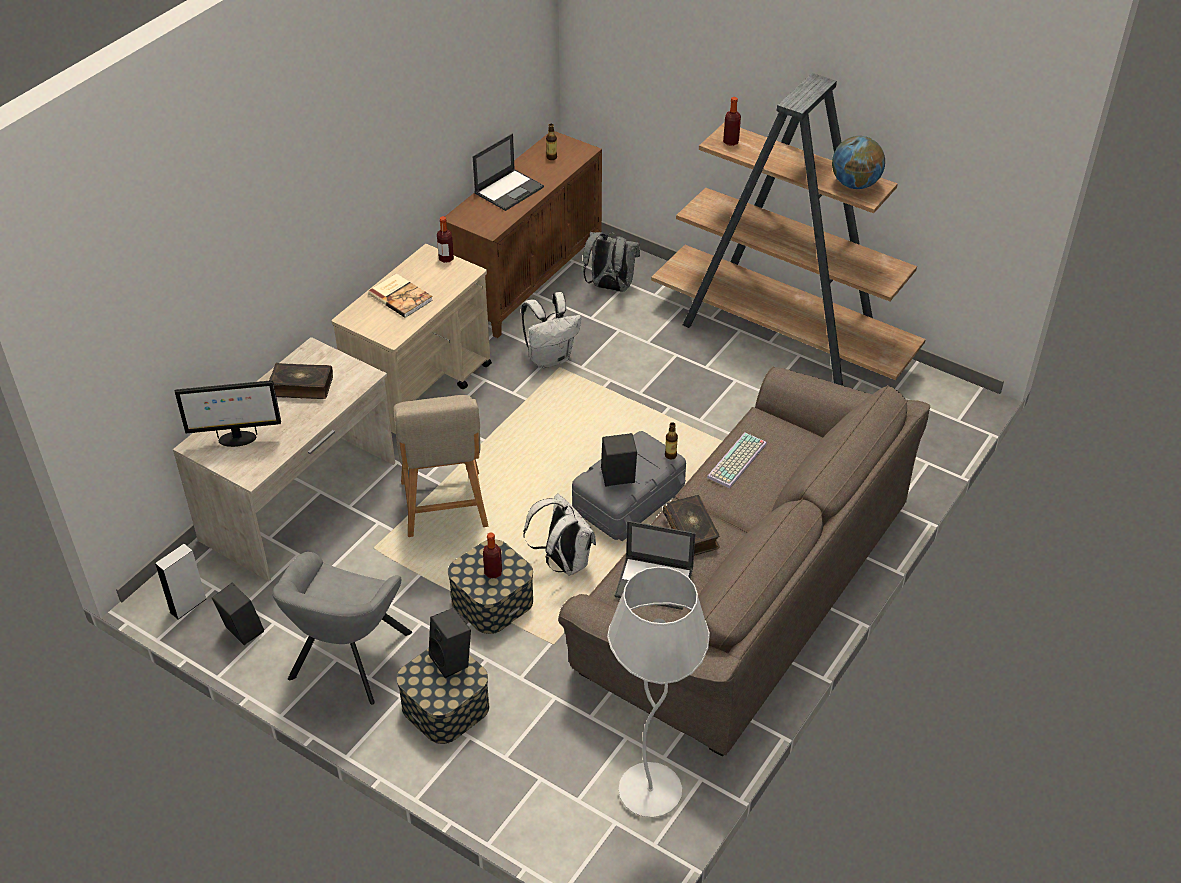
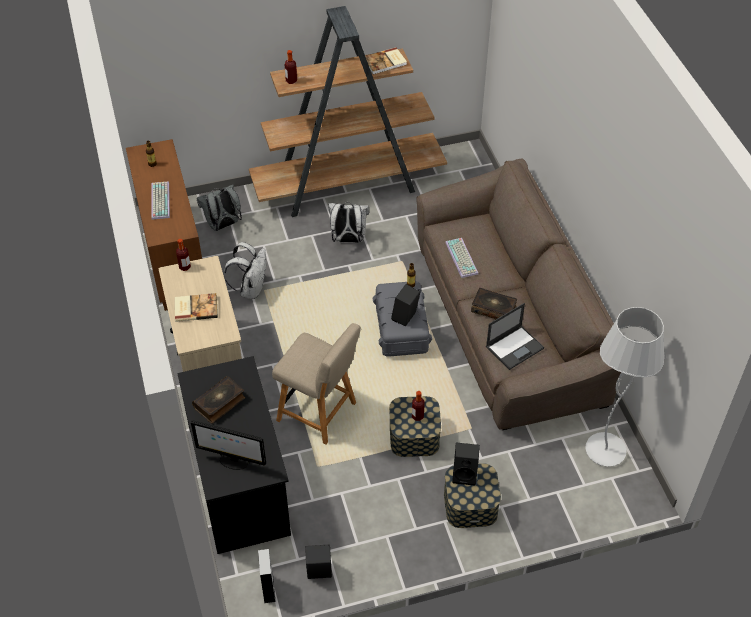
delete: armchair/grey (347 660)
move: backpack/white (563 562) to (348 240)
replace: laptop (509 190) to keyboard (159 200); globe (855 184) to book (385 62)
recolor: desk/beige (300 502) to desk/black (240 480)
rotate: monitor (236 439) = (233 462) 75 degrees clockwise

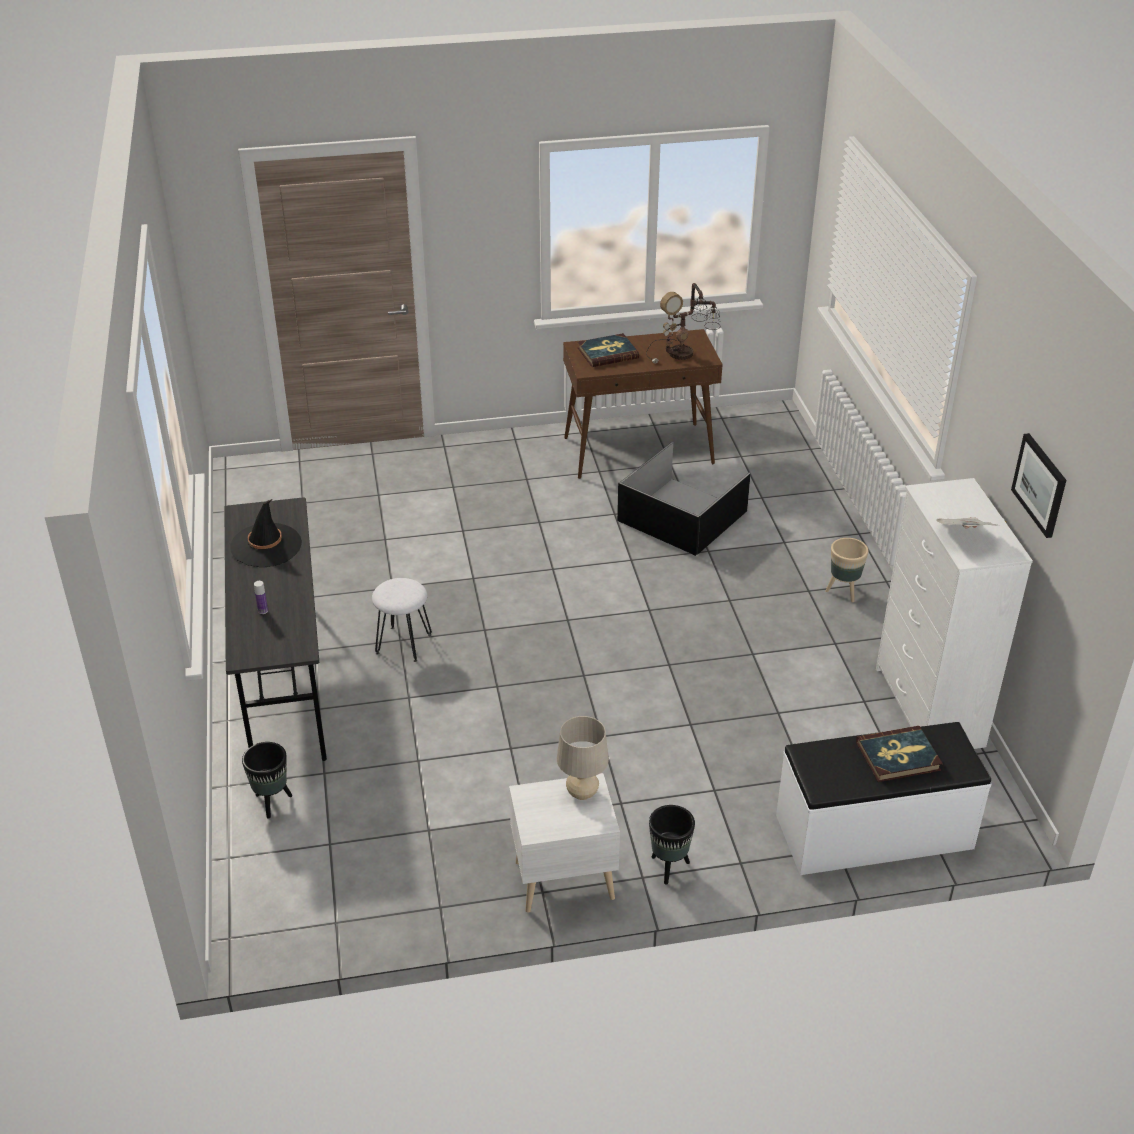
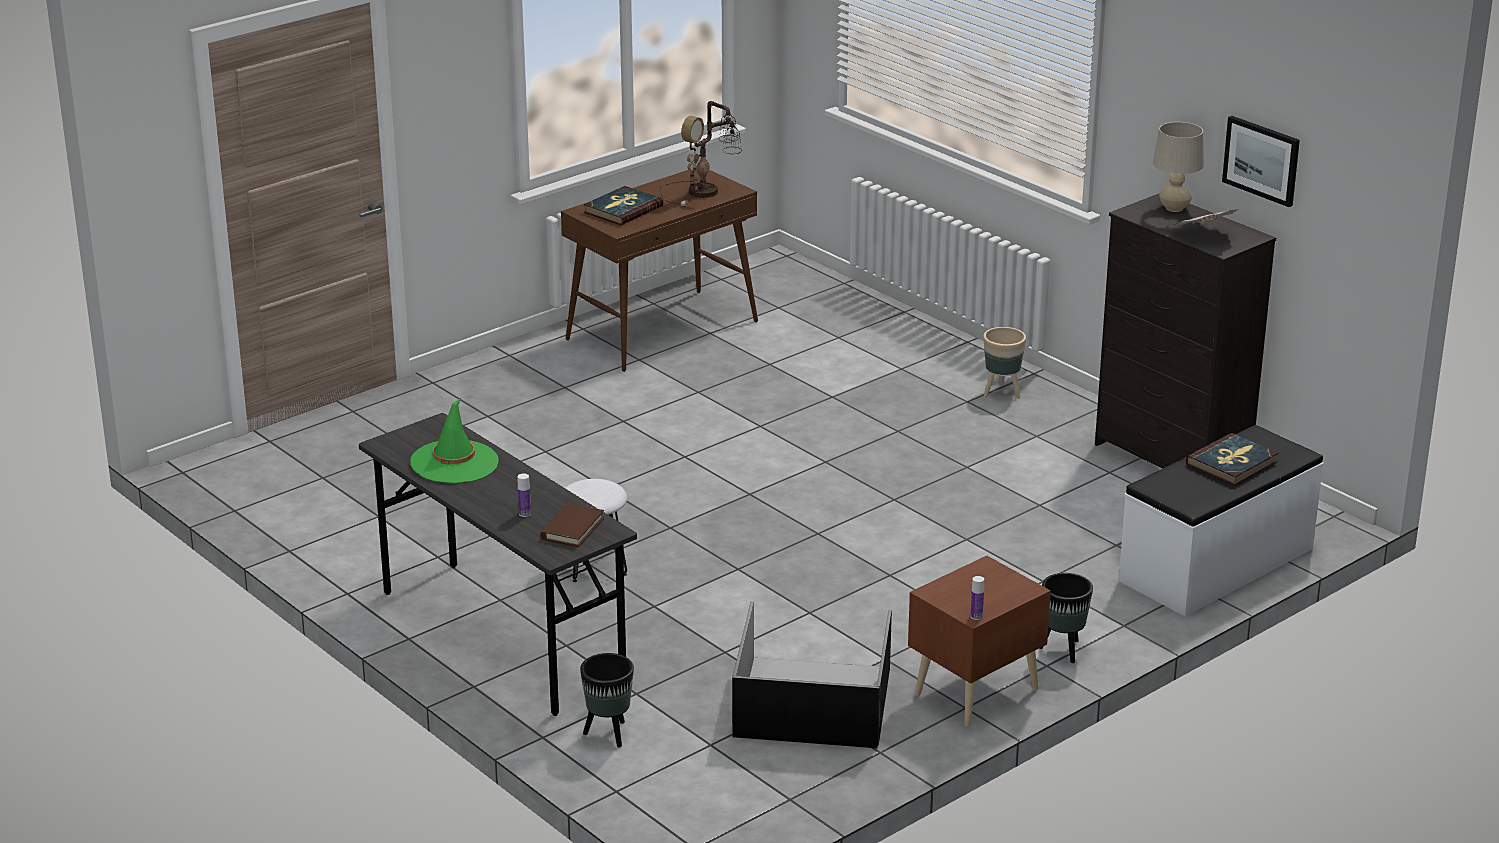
insert: book/brown (572 529); bottle (976 616)
move: table lamp/beige (582 793) to (1174 208); storage box/black (683 516) to (815 702)
recolor: hat/black (266 546) to hat/green (454 462); nightstand/white (562 879) to nightstand/brown (973 692); dresser/white (928 708) to dresser/black (1171 460)

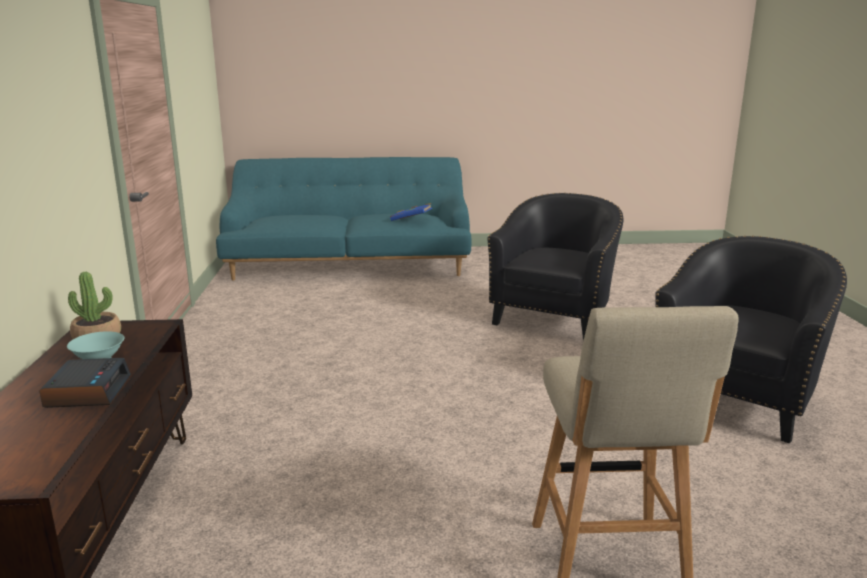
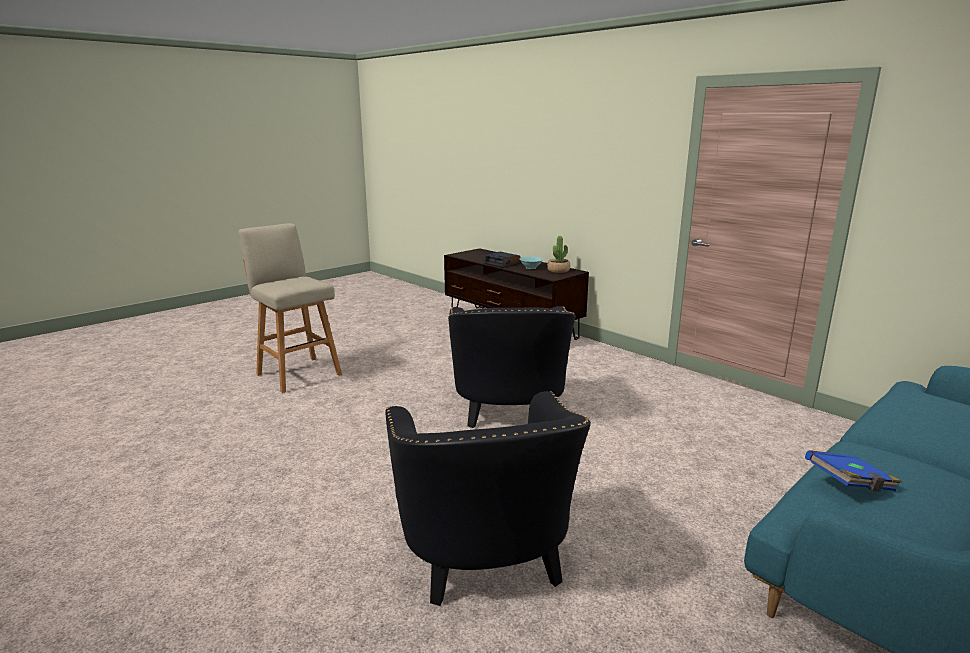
move: armchair/black (737 398) to (509 410)

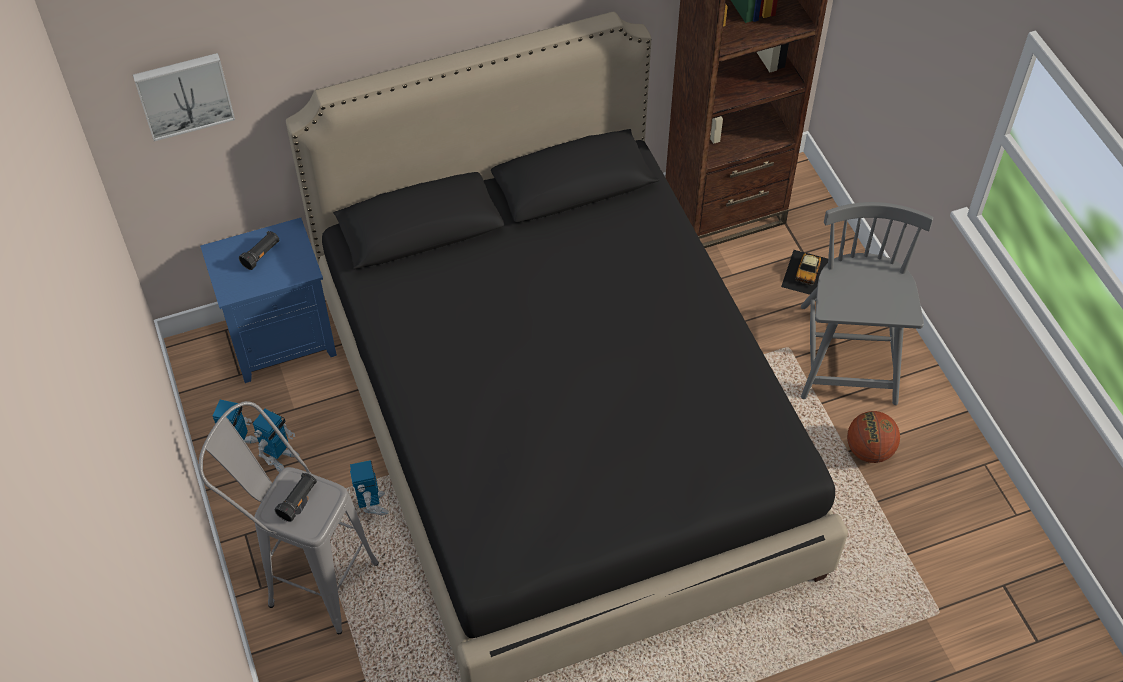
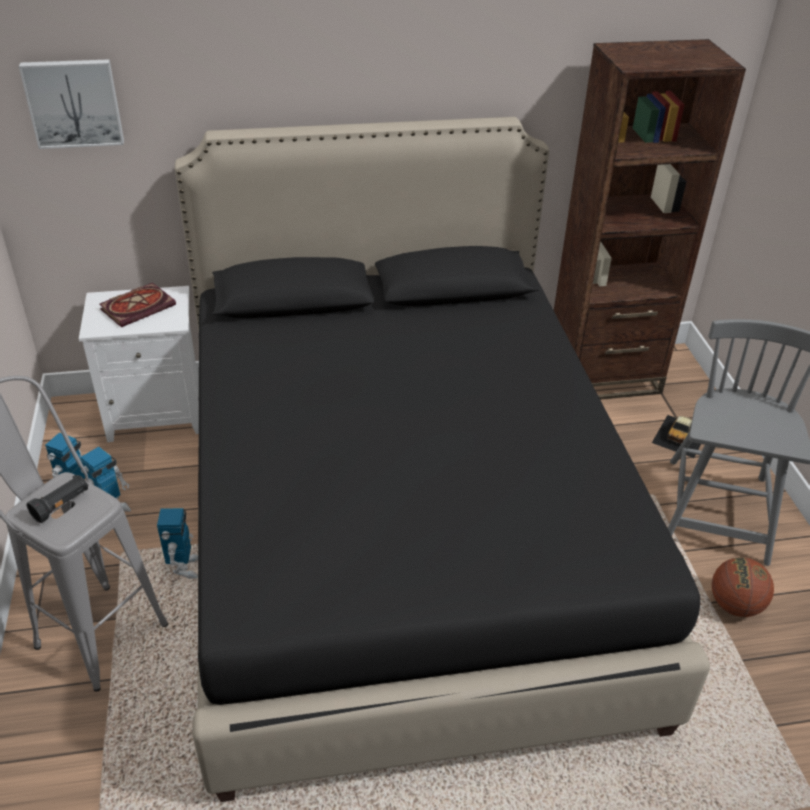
replace: flashlight/black (261 255) to book (139 306)
recolor: nightstand/blue (283 339) to nightstand/white (158 413)

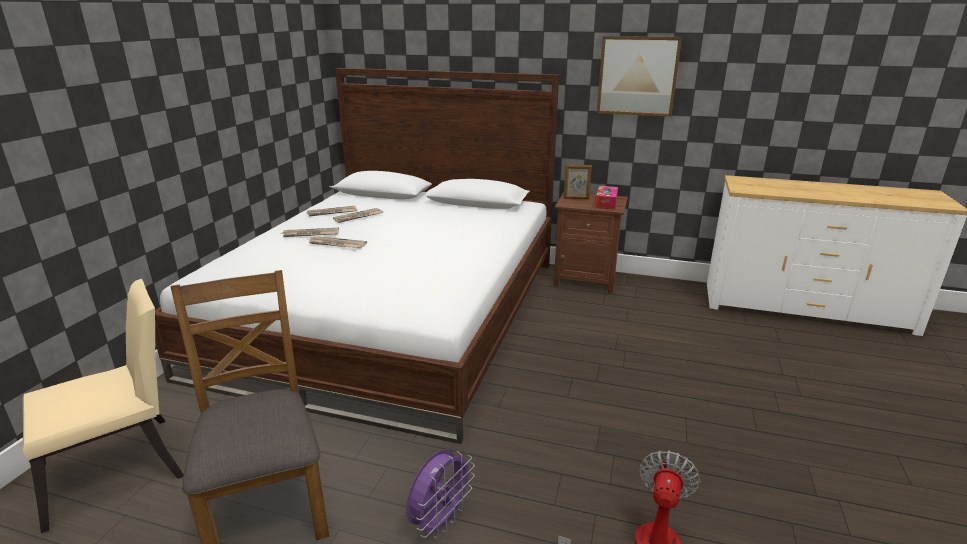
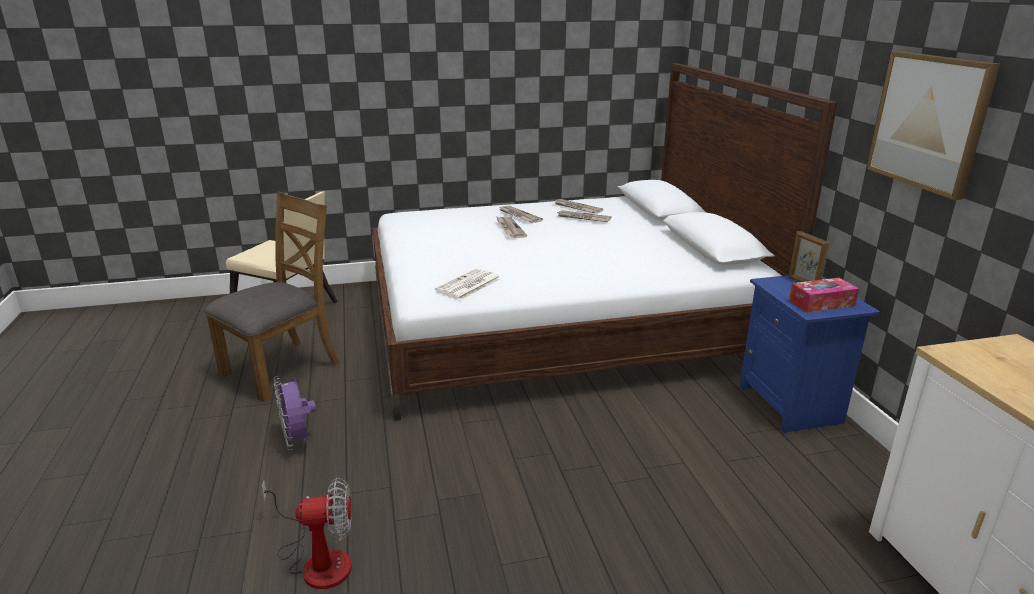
insert: newspaper (468 285)
recolor: nightstand/brown (585 279) to nightstand/blue (791 404)
rotate: fan/purple (440 521) = (298 441) 60 degrees clockwise

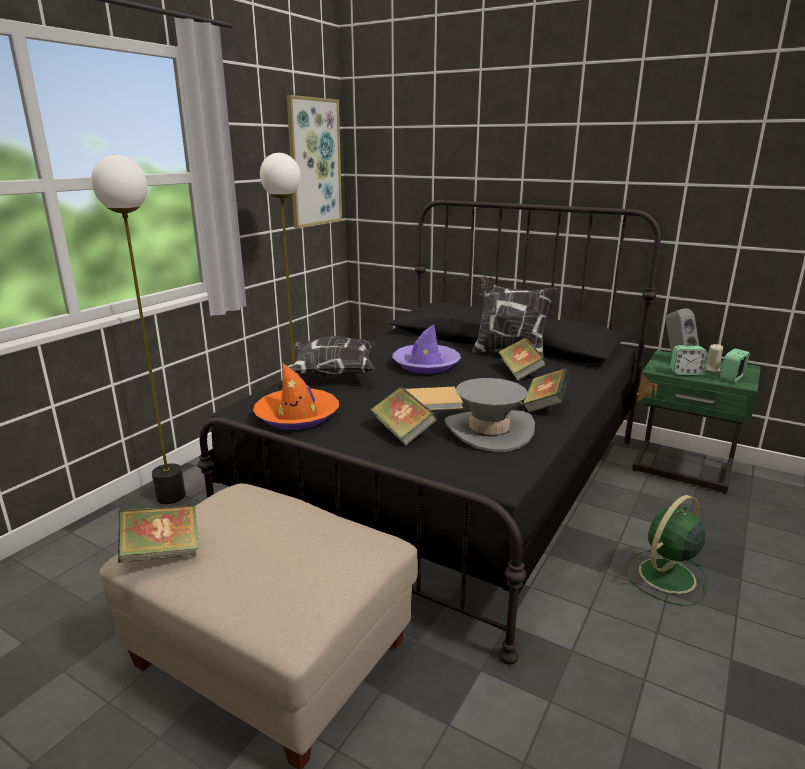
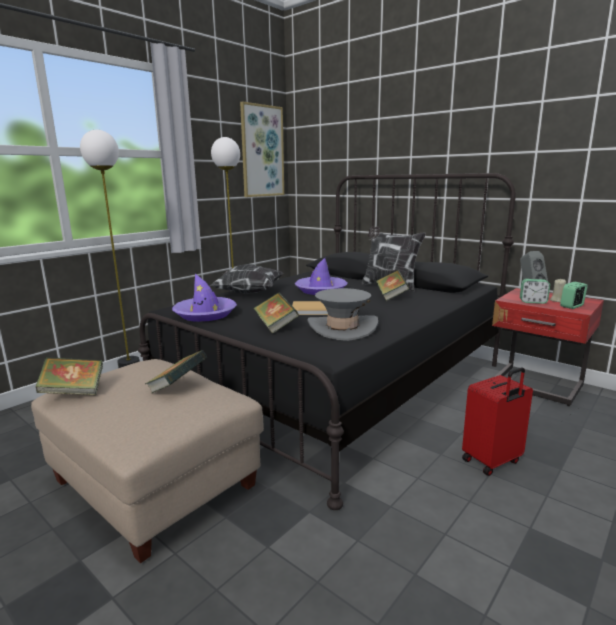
move: book (545 406) to (178 387)
replace: fan/green (665 577) to suitcase/red (492 461)
recolor: hat/orange (297 416) to hat/purple (205 314); nightstand/green (682 469) to nightstand/red (536 386)

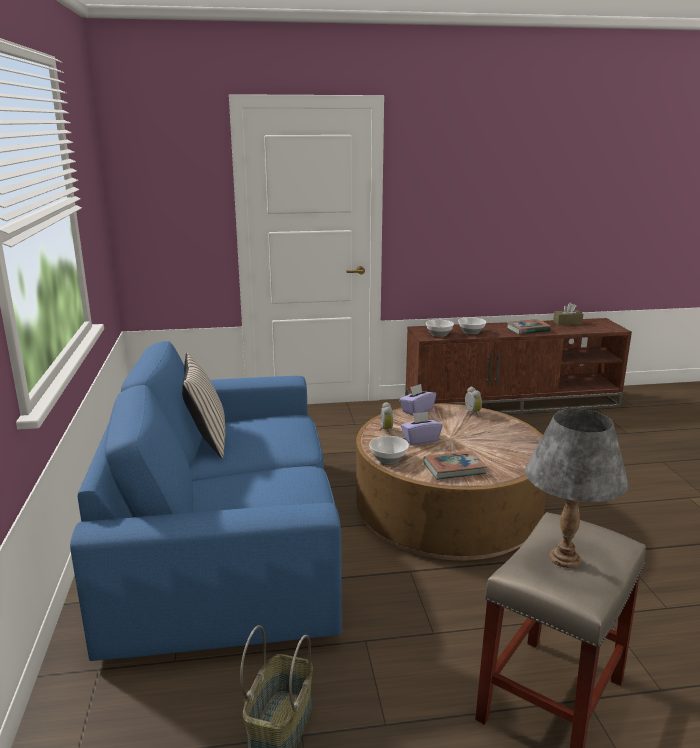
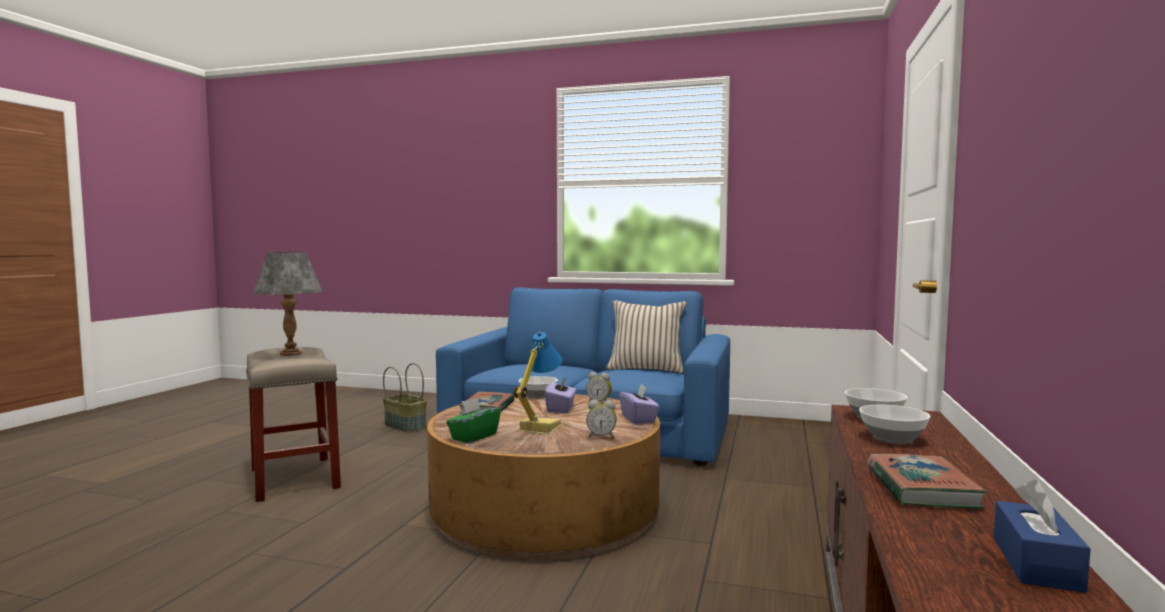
insert: tissue box/green (473 437); table lamp (538 428)
recolor: tissue box/brown (567 323) to tissue box/blue (1036 564)

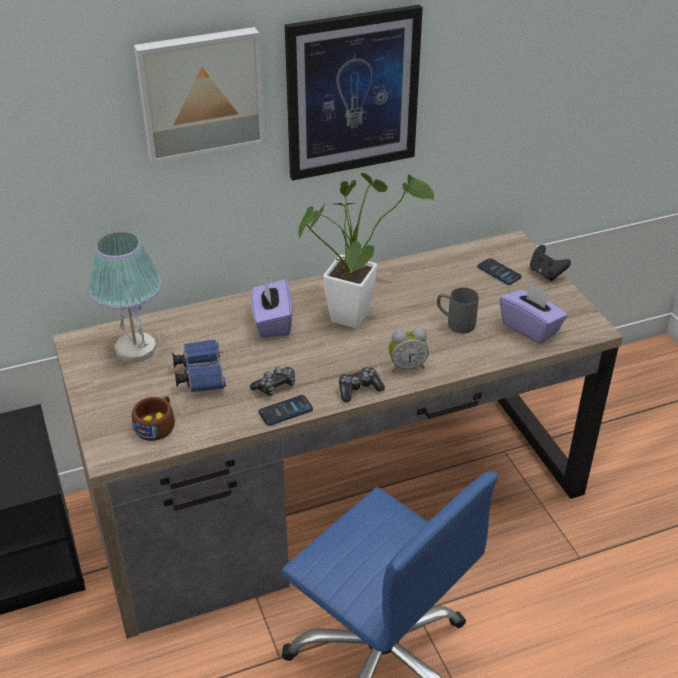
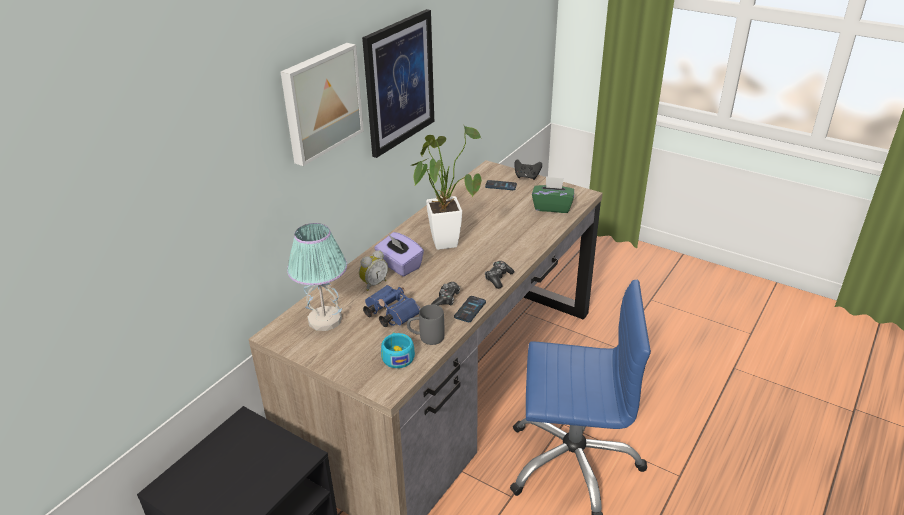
move: alarm clock (407 366) to (373 284); mug/grey (455 323) to (426 338)
recolor: cup/brown (157 425) to cup/turquoise (397 356); tissue box/purple (530 328) to tissue box/green (552 207)

